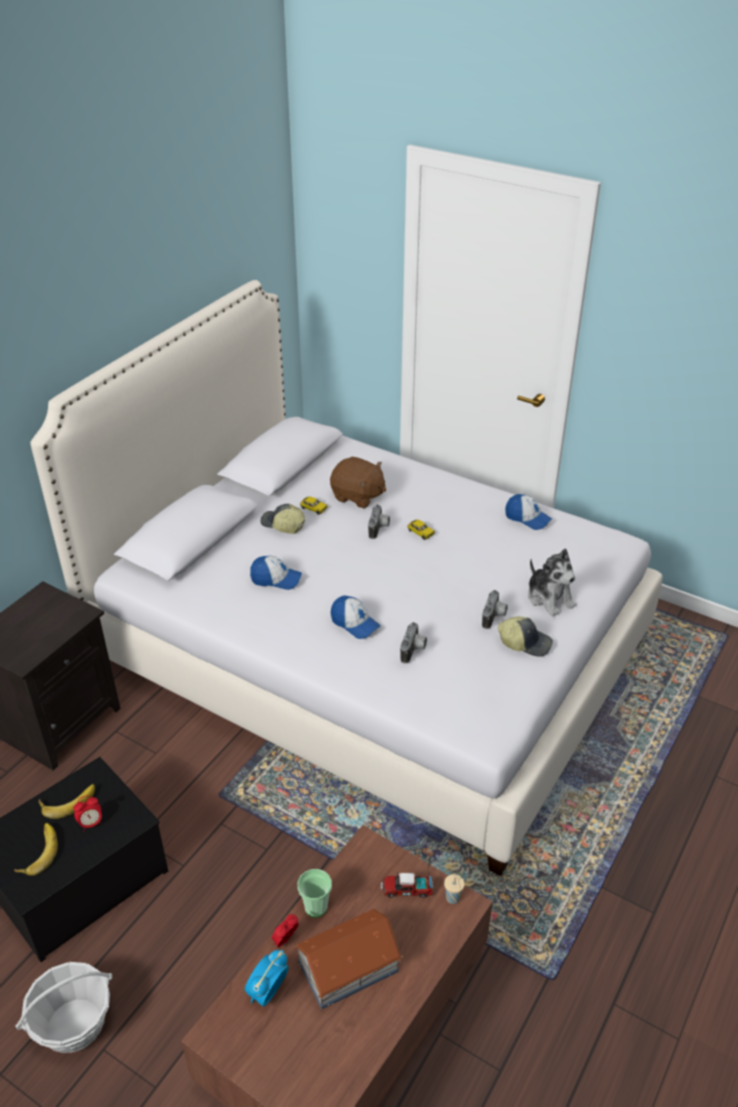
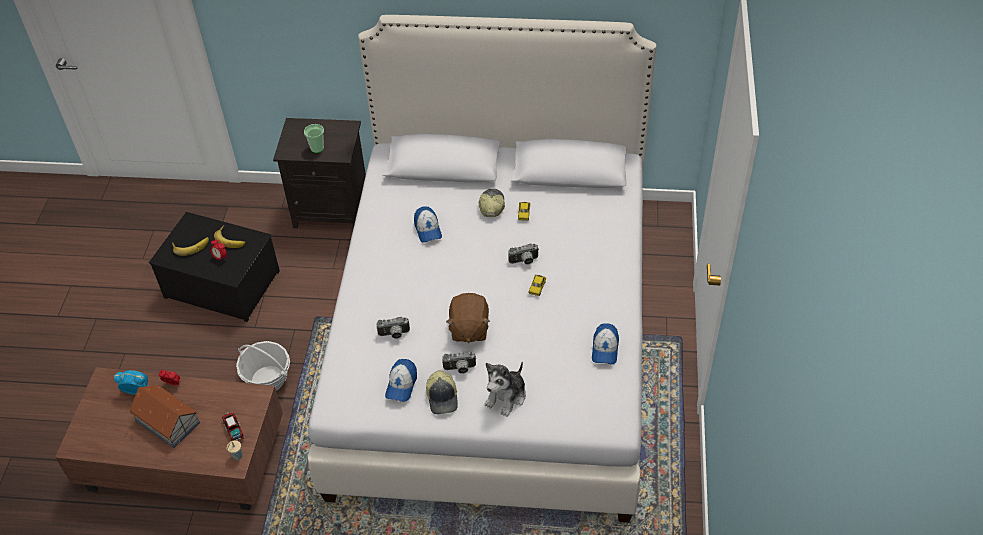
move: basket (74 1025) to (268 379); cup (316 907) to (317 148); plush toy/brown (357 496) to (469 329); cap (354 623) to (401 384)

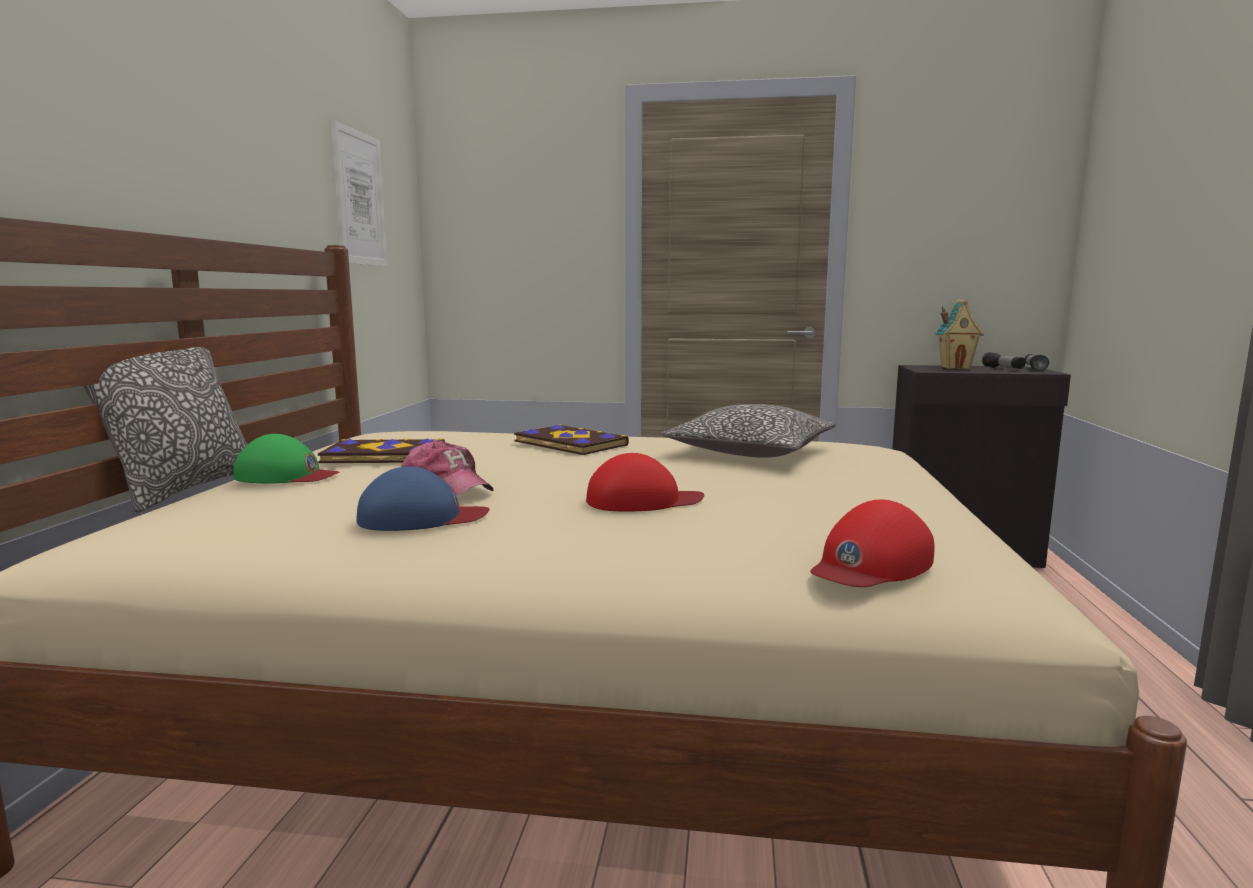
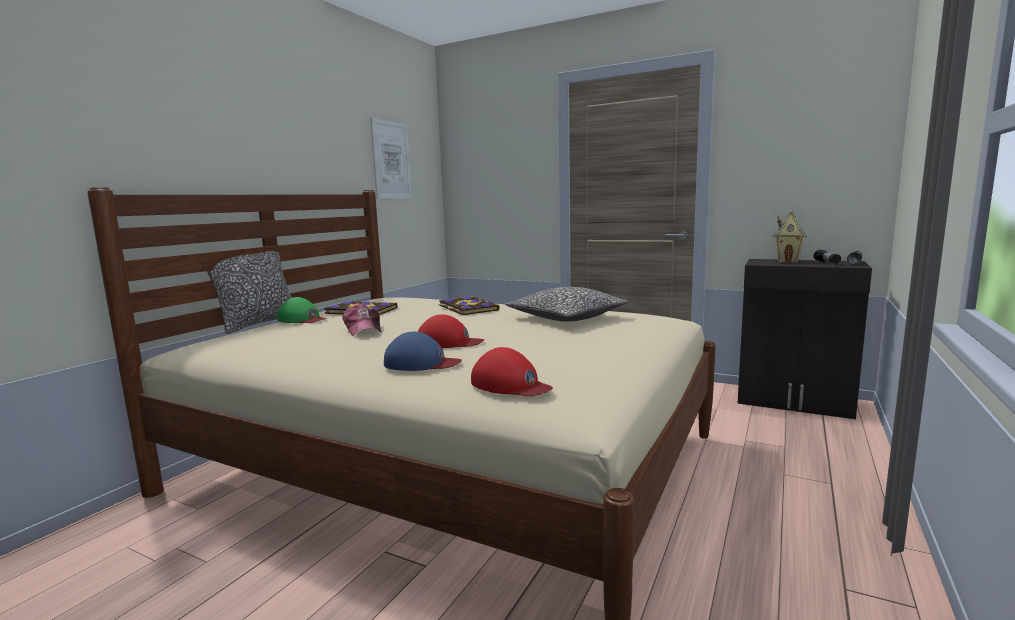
move: cap/blue (421 518) to (421 363)
rotate: cap/red (870 564) = (510 385) 120 degrees counterclockwise

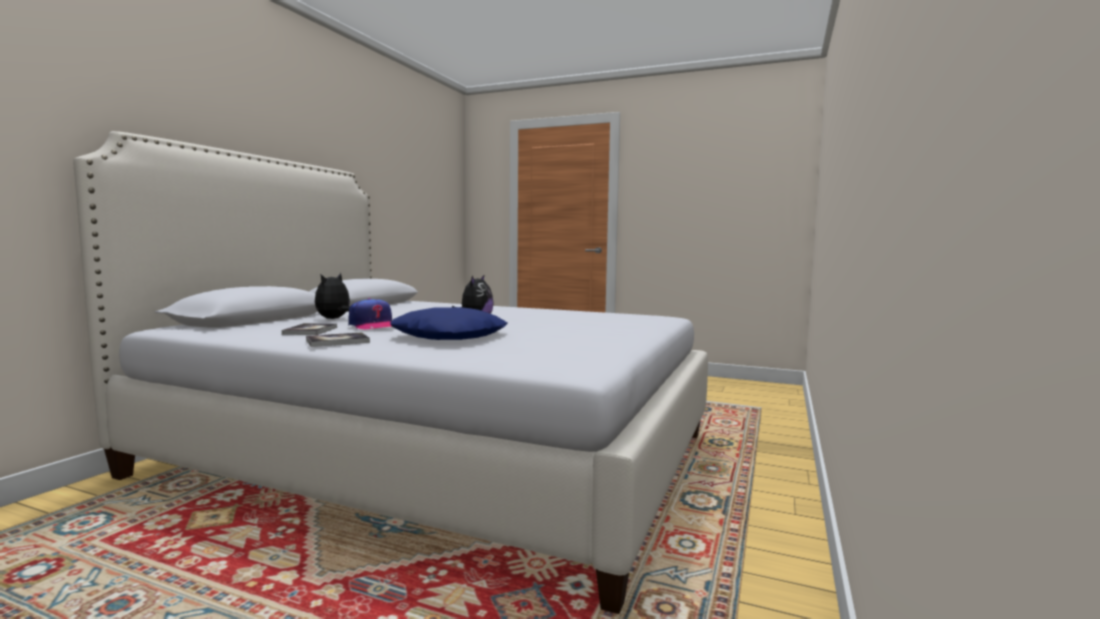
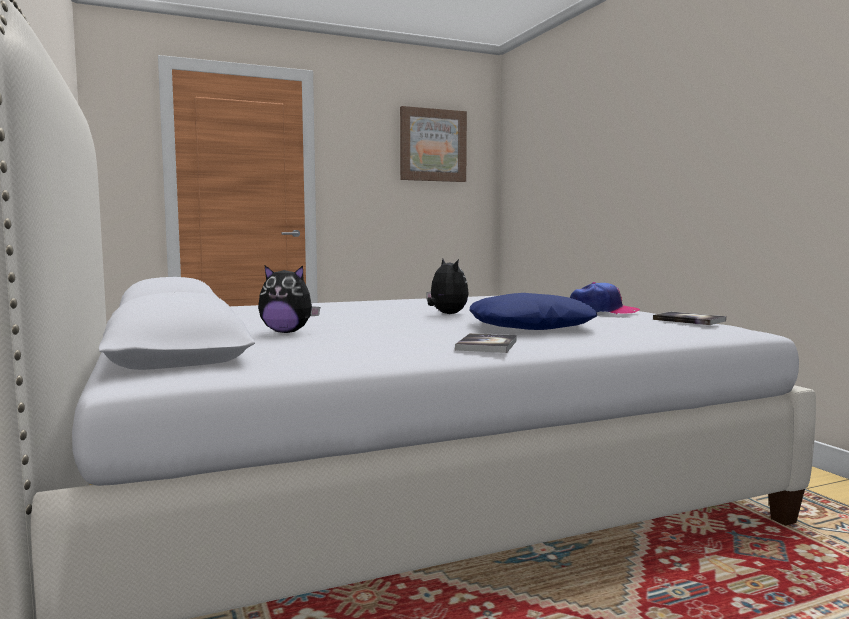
insert: picture (432 145)
move: book (310 331) to (689 320); cap (373 326) to (602 311)
rotate: plush toy (334 319) = (287 332) 60 degrees counterclockwise

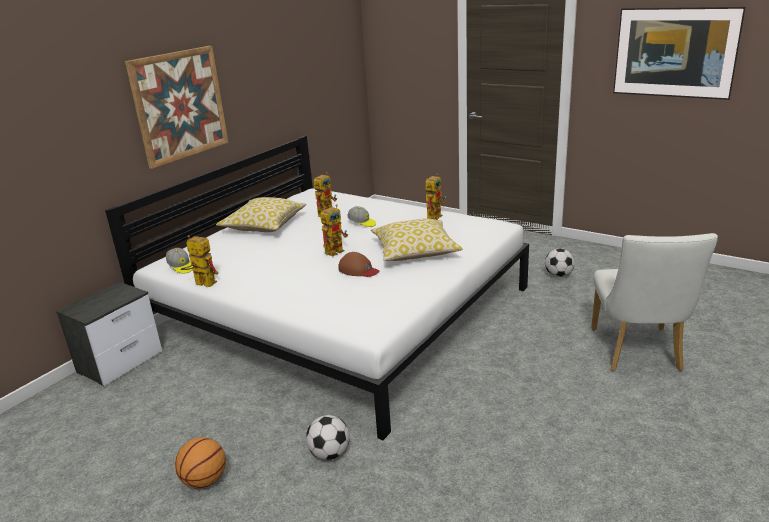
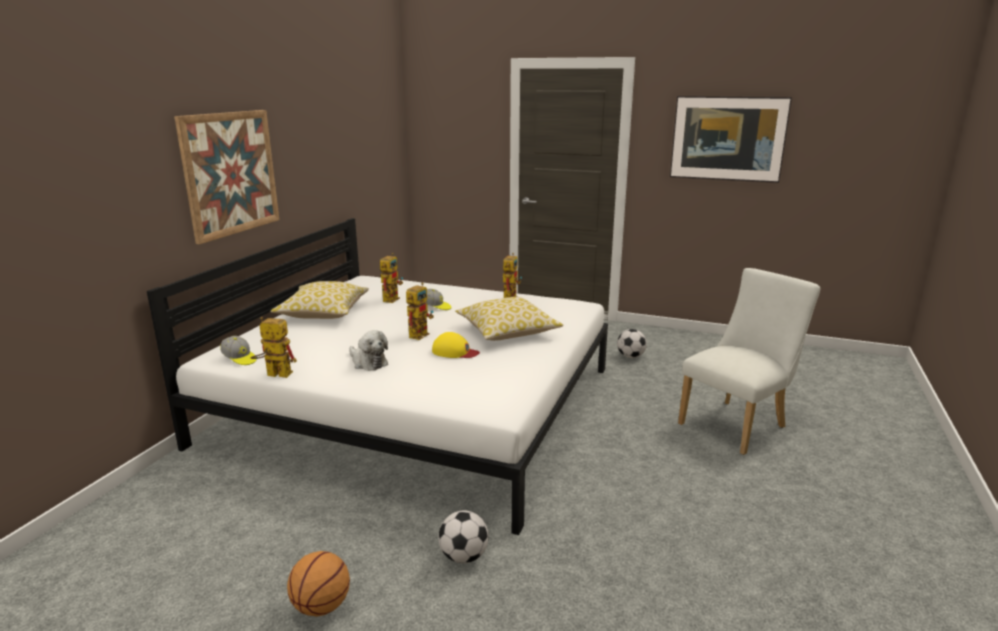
delete: nightstand (121 362)
insert: plush toy (368 362)
recolor: cap/brown (358 270) to cap/yellow (455 352)
rotate: chair/white (638 353) = (737 424) 120 degrees counterclockwise

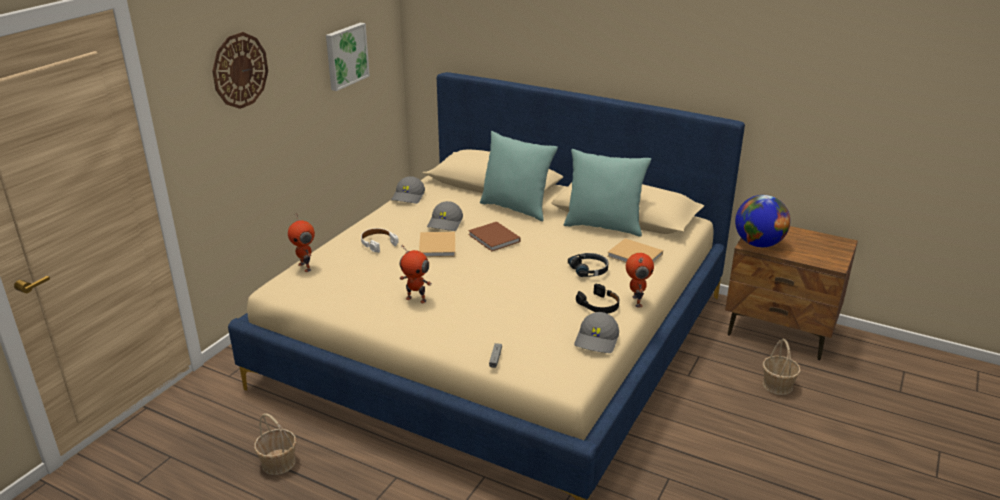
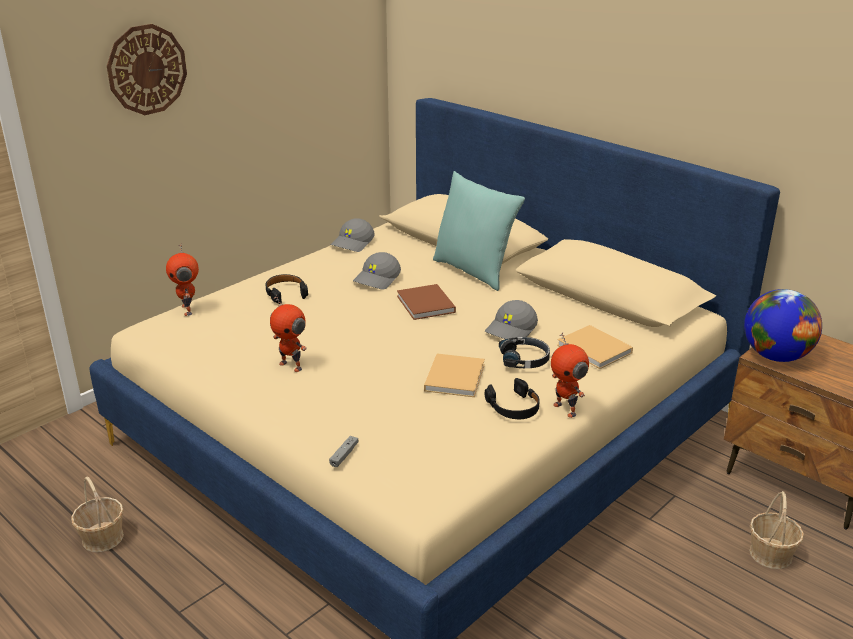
delete: picture (345 55); pillow/turquoise (604 226)
move: book/beige (437 245) to (455 376); cap/grey (597 340) to (512 330)
recolor: headphones/white (378 243) to headphones/black (285 293)
rotate: toy robot (636 301) = (566 409) 135 degrees clockwise

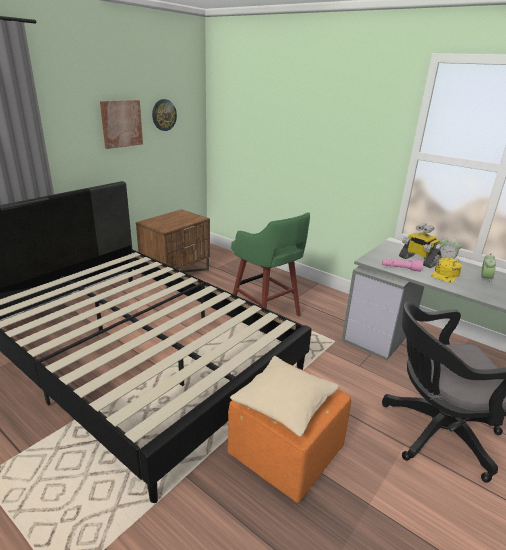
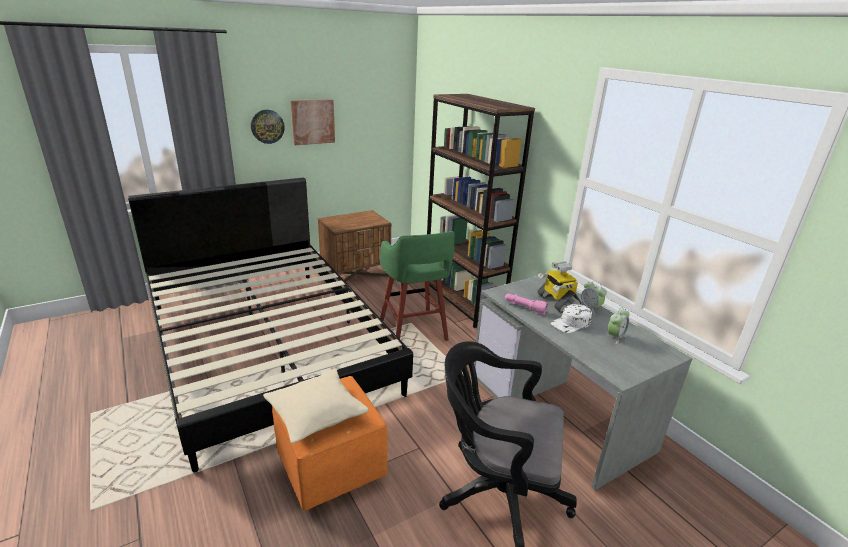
insert: bookcase/brown (463 302)
move: wall clock (164 115) to (267 126)
recolor: cap/yellow (445 275) to cap/white (571 323)

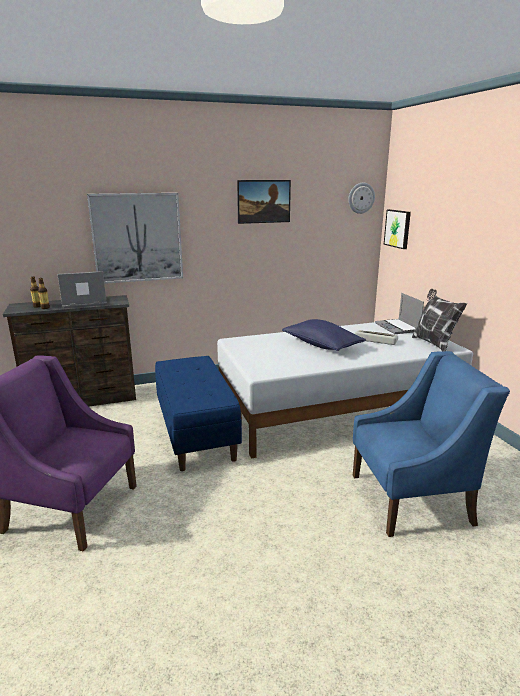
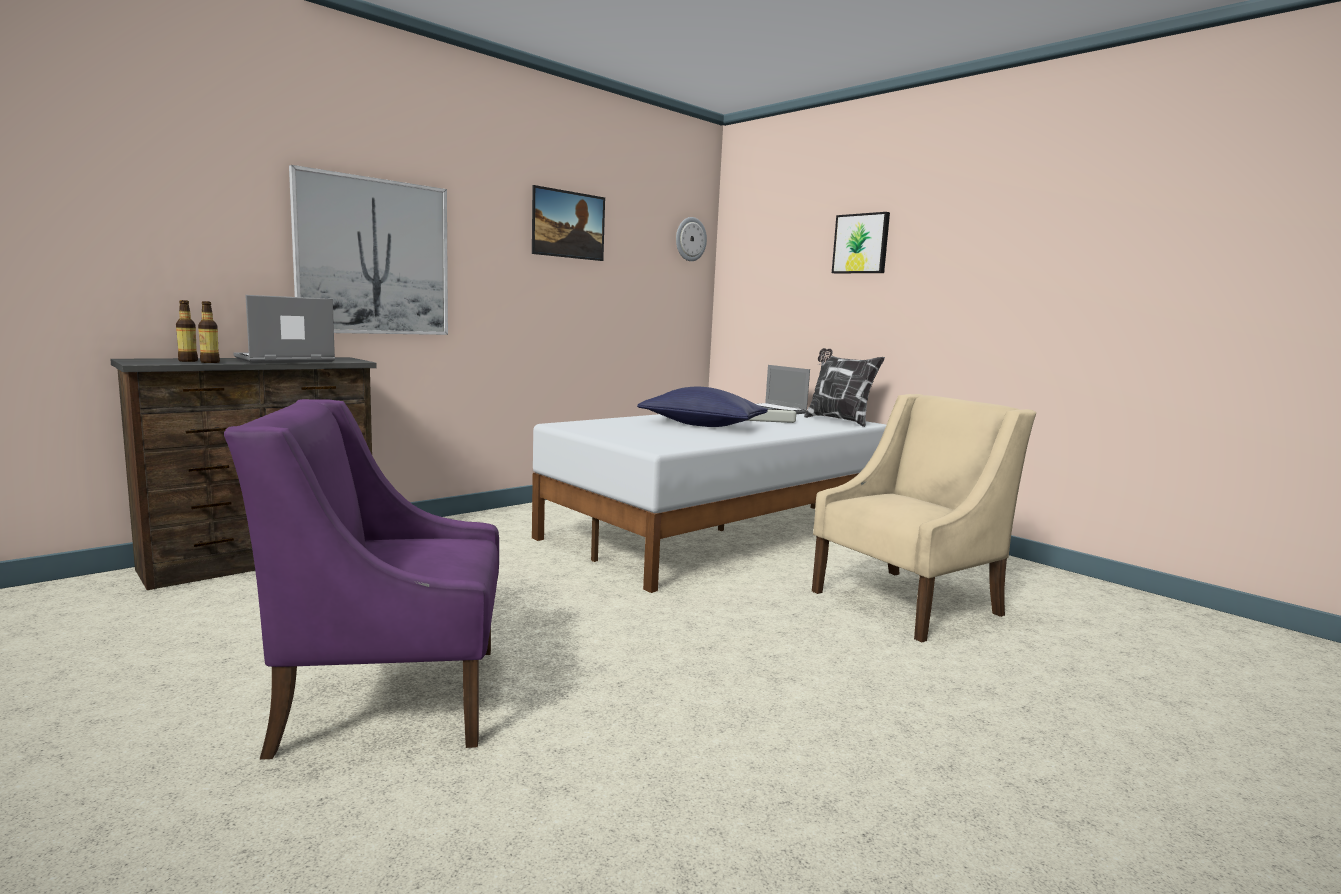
delete: bench/blue (196 433)
move: picture (398 228) to (861 244)
recolor: armchair/blue (412 498) to armchair/beige (908 602)

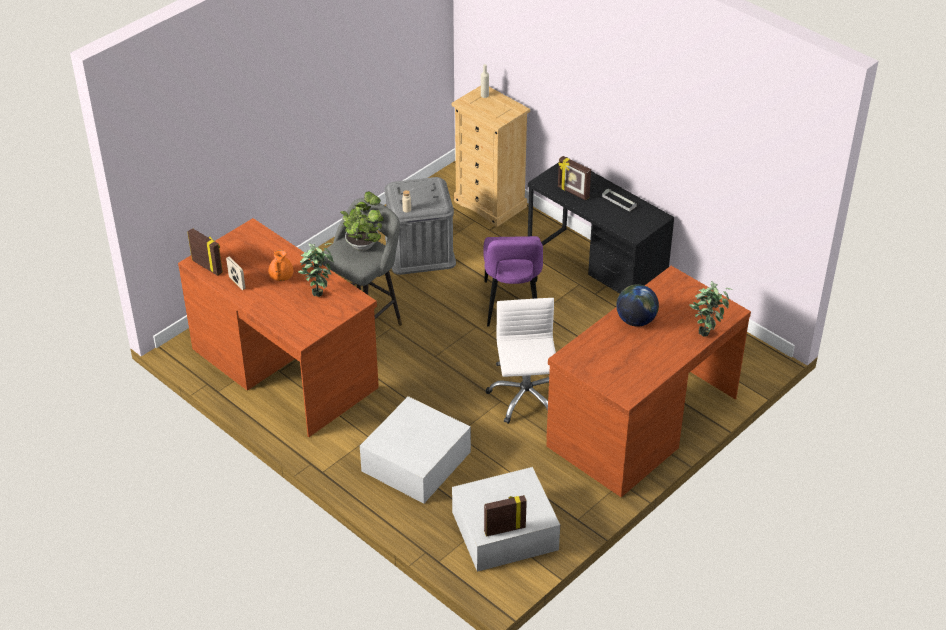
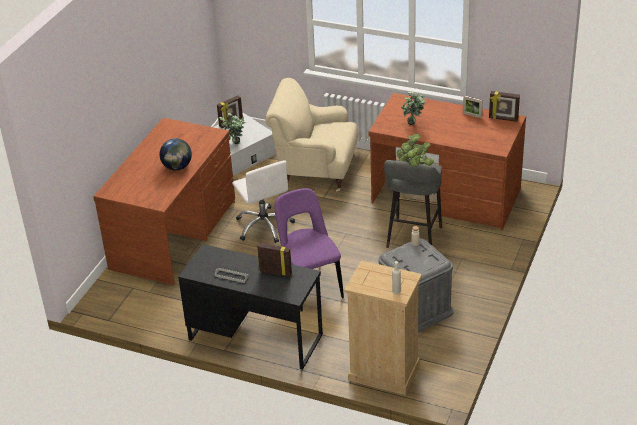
delete: teapot/orange (280 276)
move: potted plant (706 330) to (235 145)
replace: storage box/white (416 461) to armchair/beige (315 171)

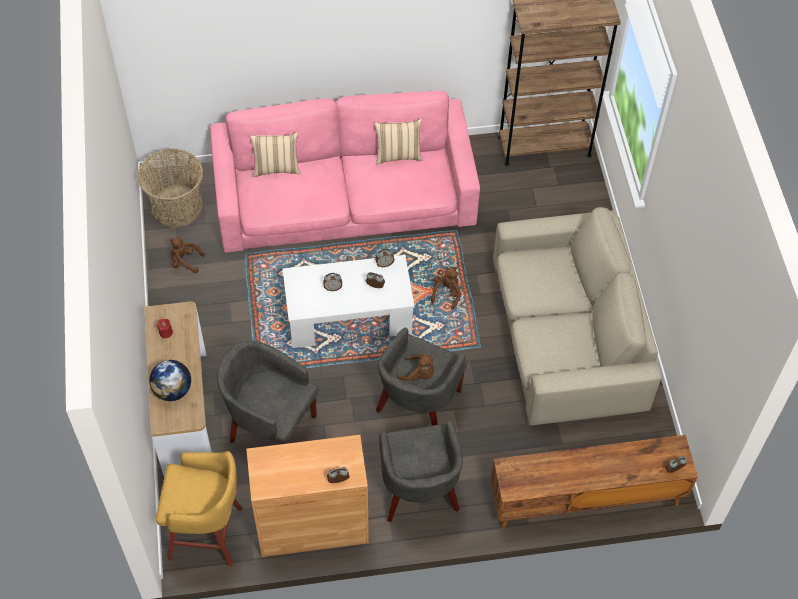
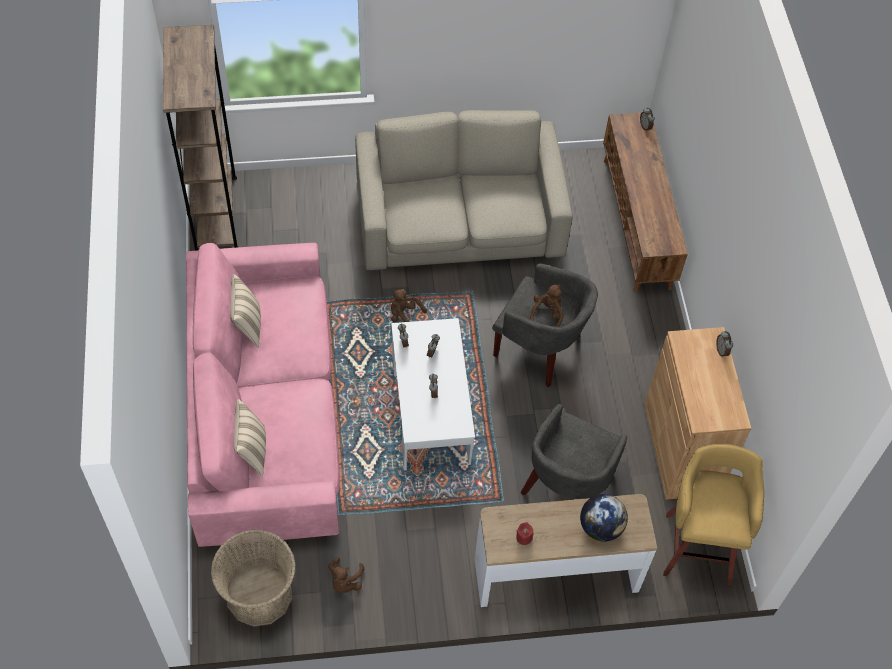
delete: armchair/grey (418 491)

